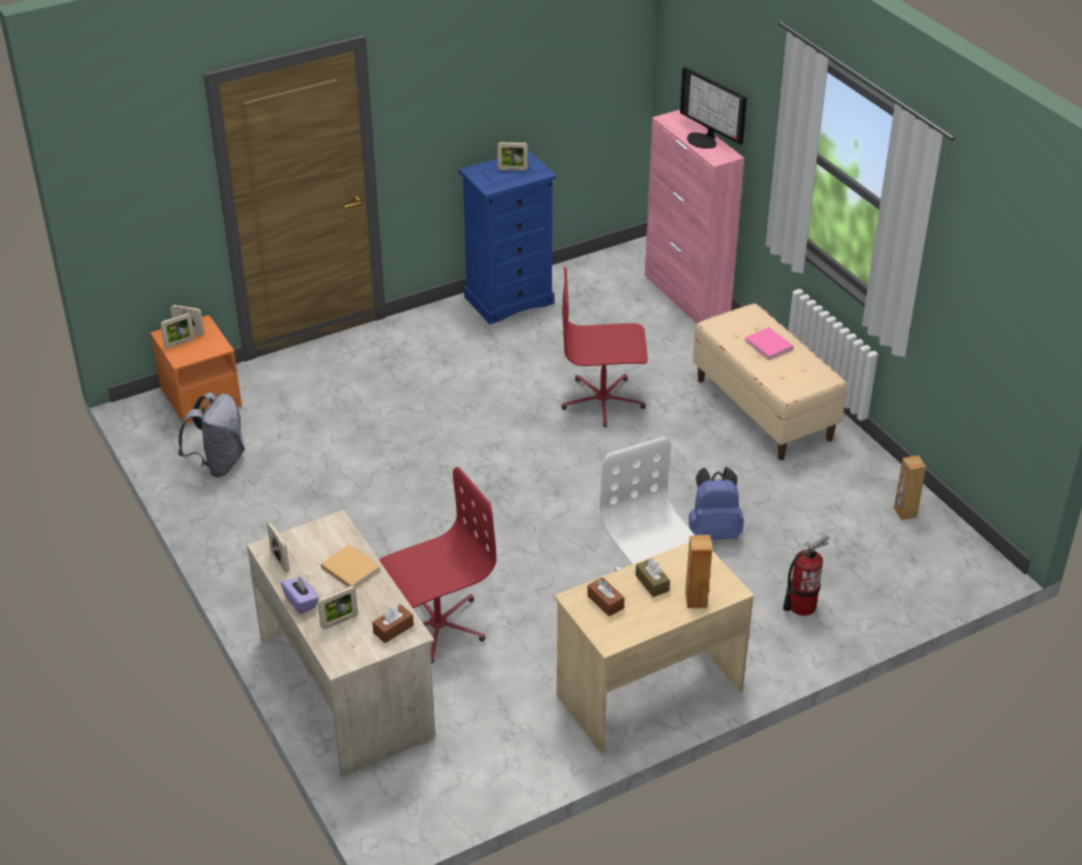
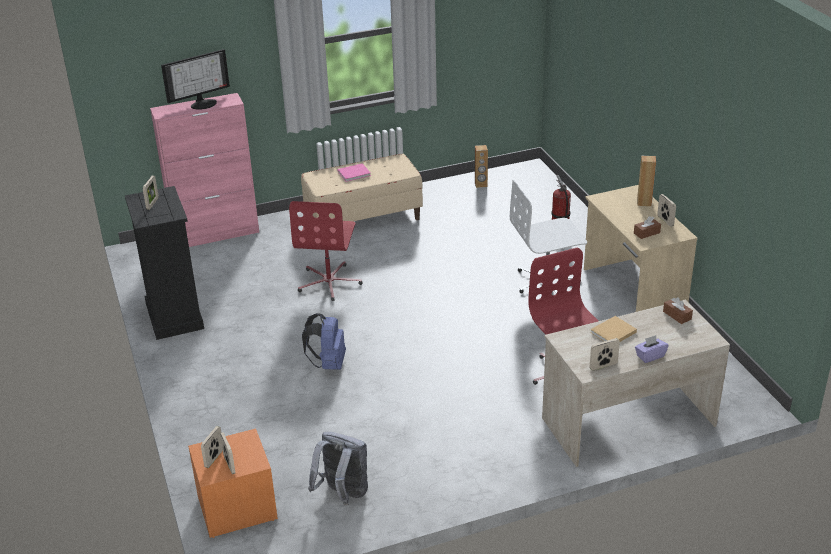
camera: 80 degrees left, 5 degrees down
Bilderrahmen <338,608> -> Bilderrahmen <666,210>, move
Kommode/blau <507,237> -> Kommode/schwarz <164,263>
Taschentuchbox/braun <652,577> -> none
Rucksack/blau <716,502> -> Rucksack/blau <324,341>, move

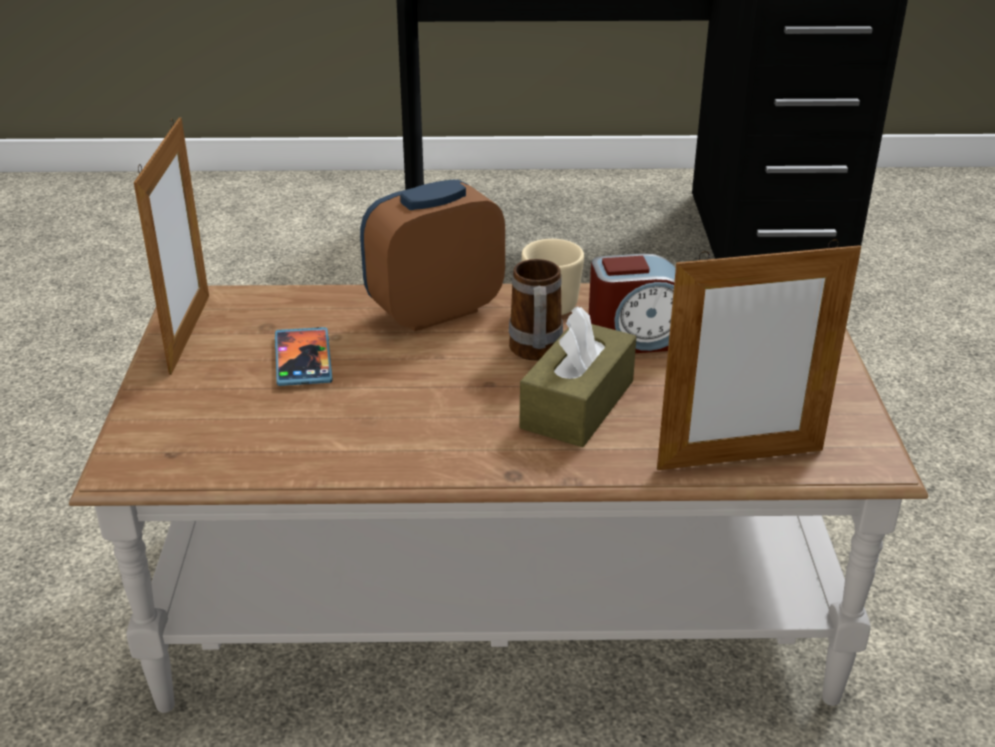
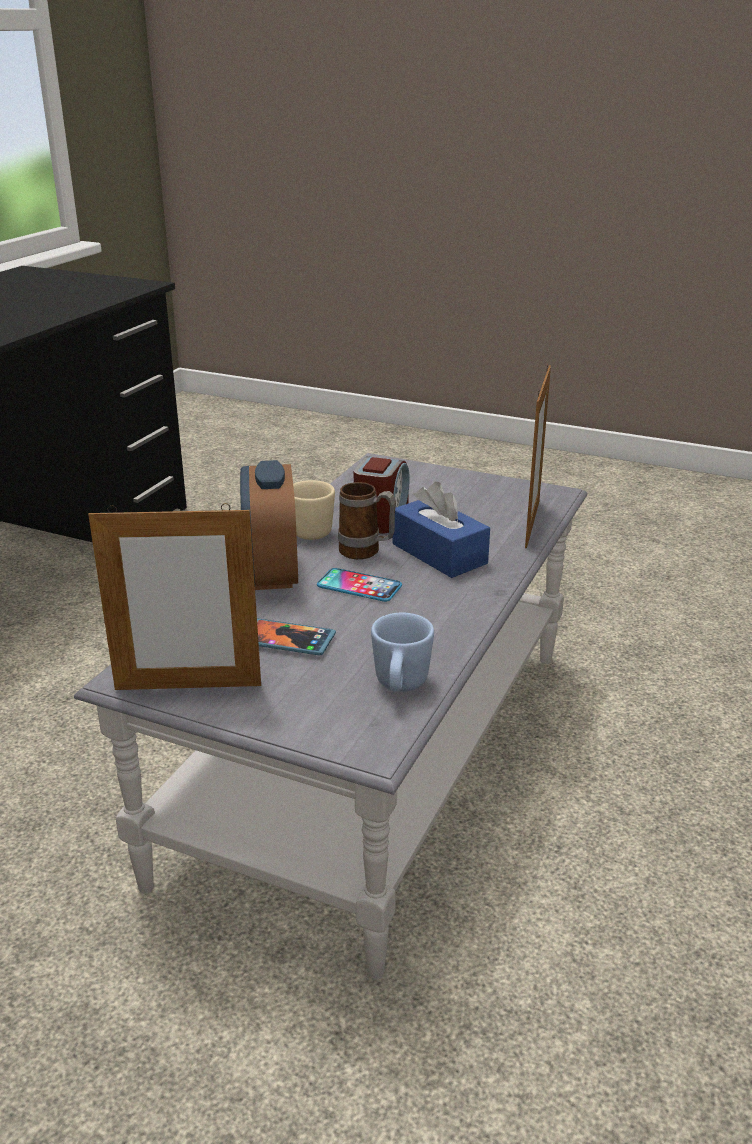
camera: 65 degrees left, 5 degrees down
Couchtisch/braun <498,498> -> Couchtisch/grau <331,716>
Bilderrahmen <171,246> -> Bilderrahmen <174,596>, 150 degrees clockwise
Taschentuchbox/braun <577,376> -> Taschentuchbox/blau <441,530>
none -> Handy <359,585>
none -> Henkelbecher/blau <402,652>

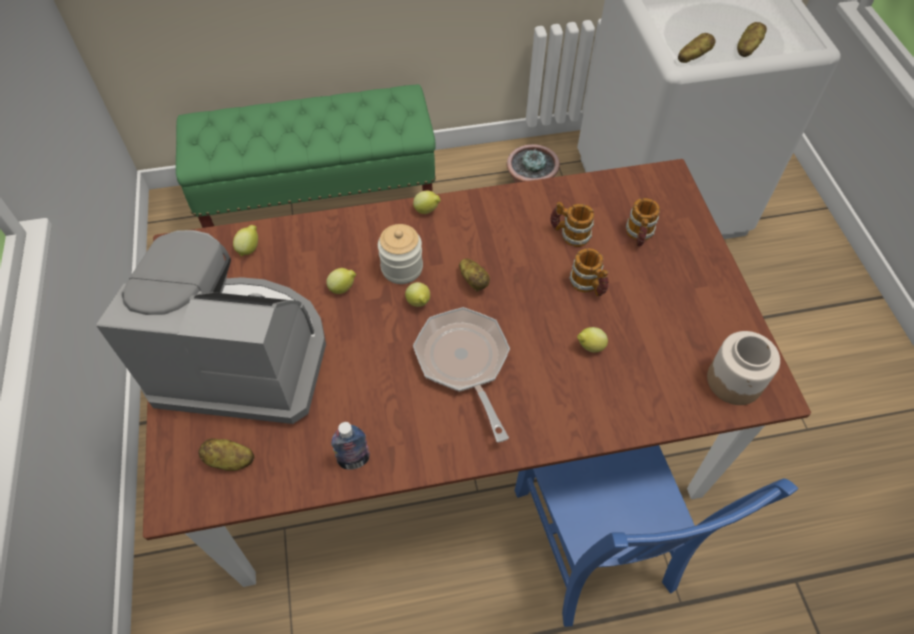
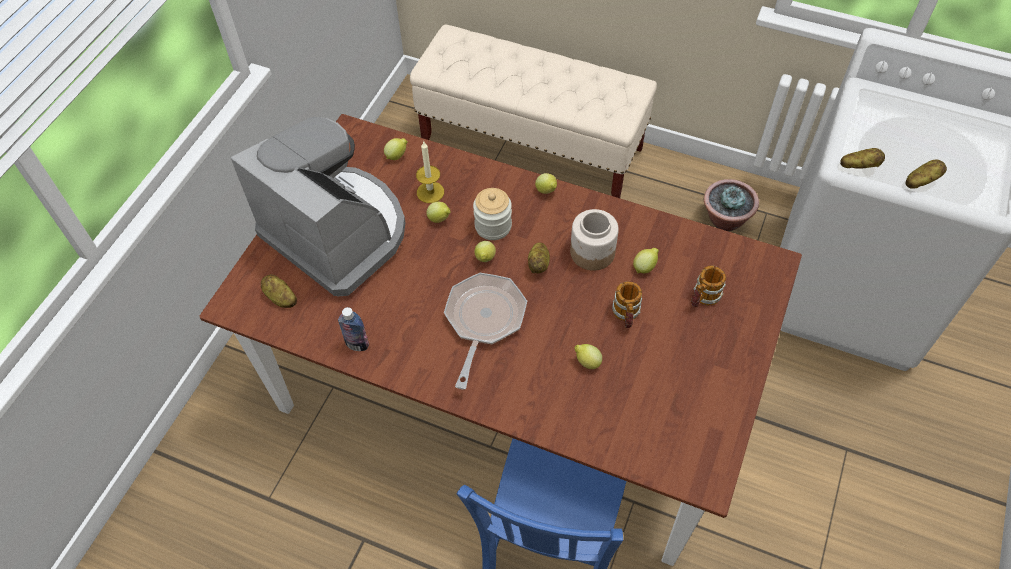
camera: 35 degrees right, 0 degrees up
Bank/grün <306,156> -> Bank/beige <533,111>
Henkelbecher <572,224> -> Zitrone <646,261>
Vorratsglas <743,368> -> Vorratsglas <594,240>, move
none -> Kerze <430,172>

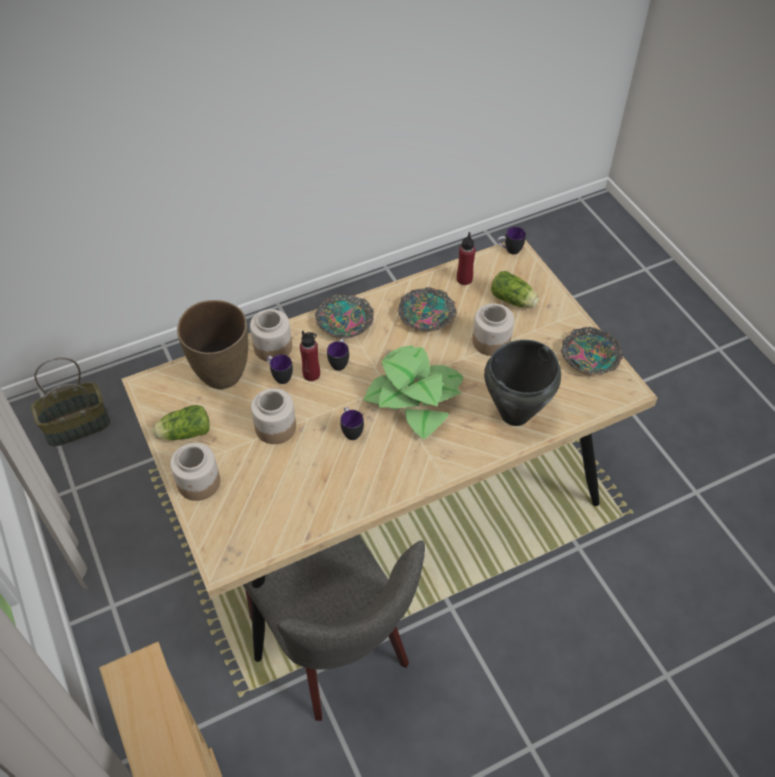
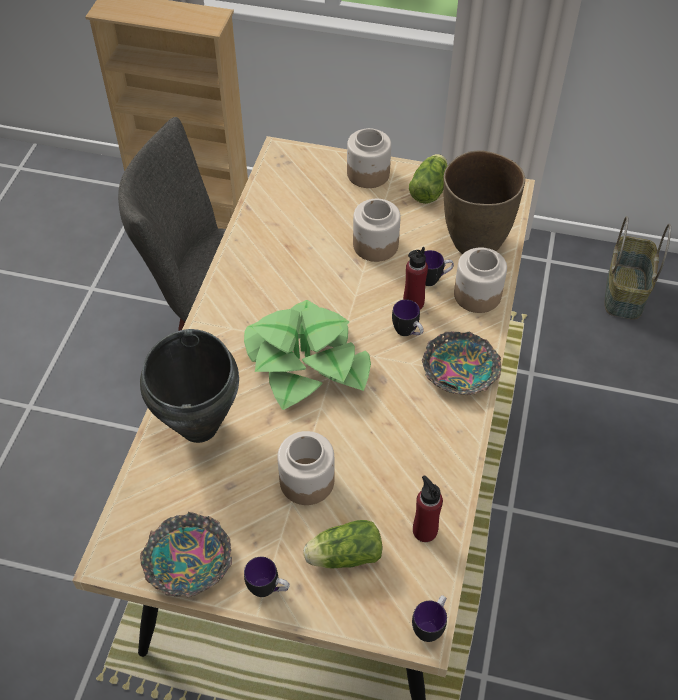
camera: 130 degrees right, 0 degrees up
Henkelbecher <352,423> -> Henkelbecher <267,577>, move
Schüssel <427,309> -> none

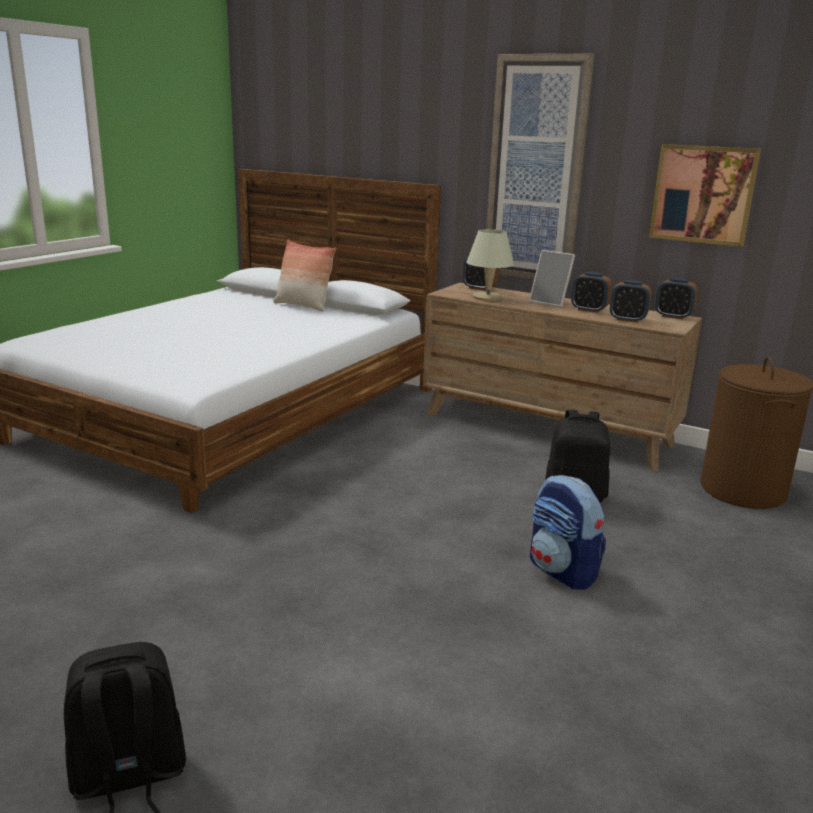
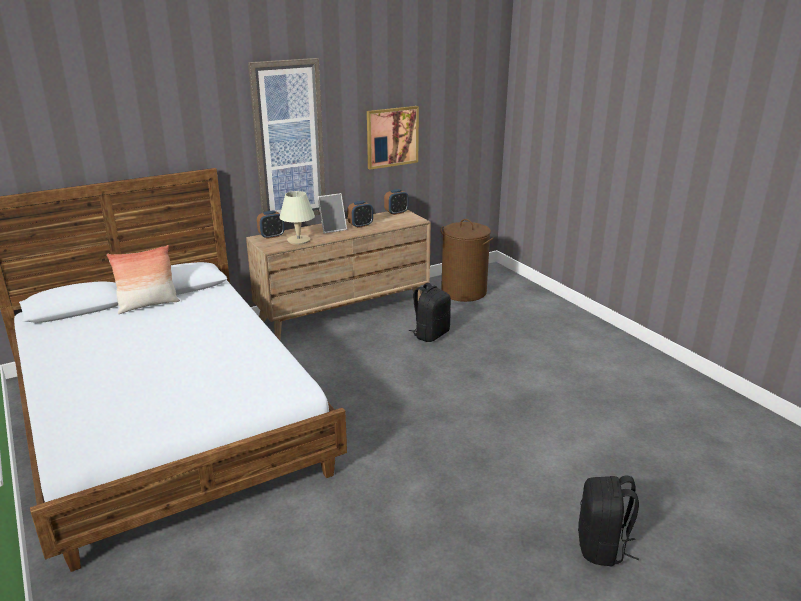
camera: 60 degrees left, 5 degrees up
Rucksack <568,532> -> none
Wecker <630,301> -> none

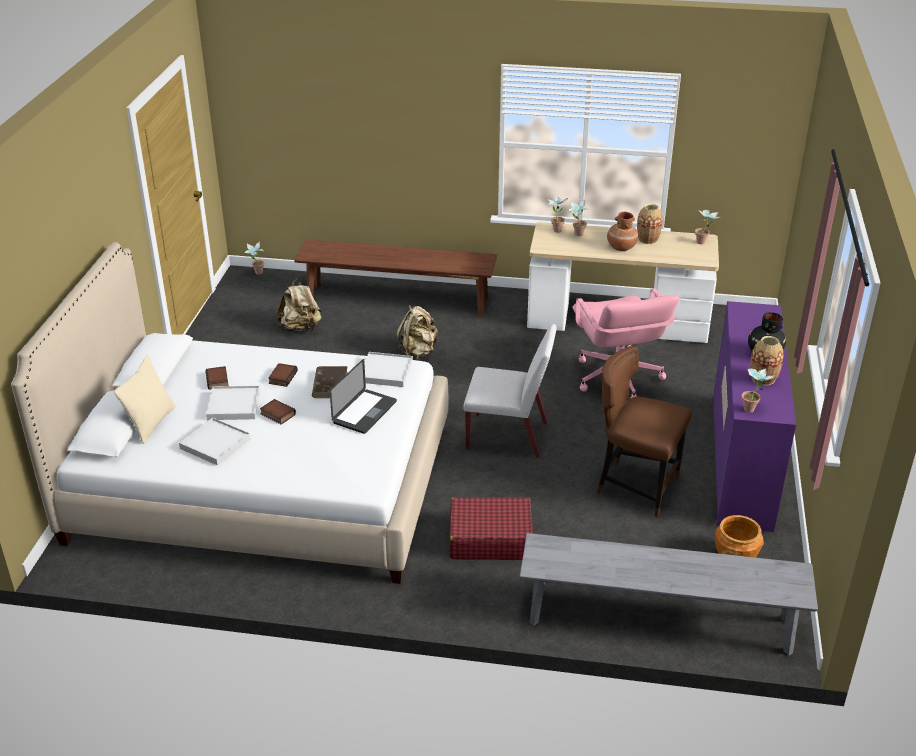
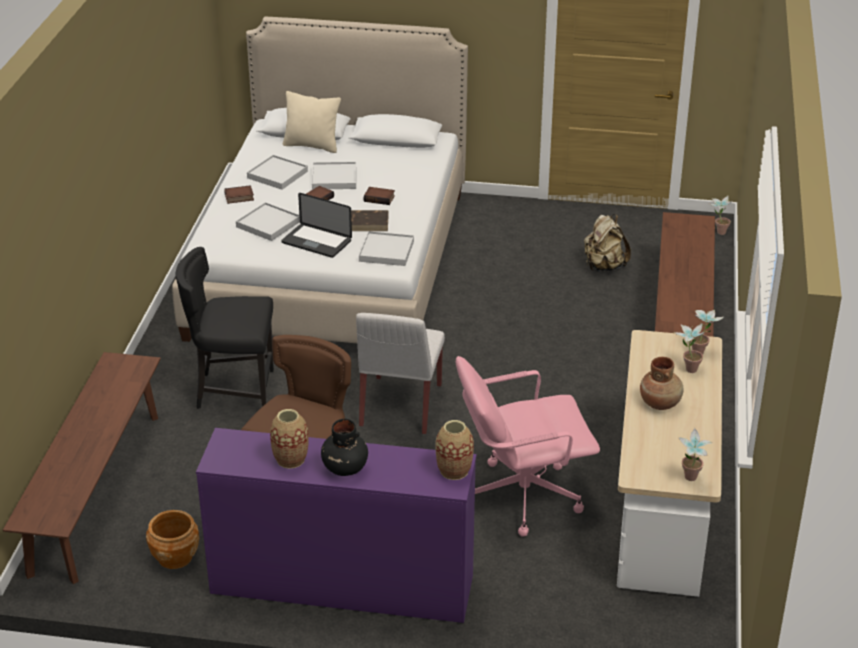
camera: 90 degrees right, 0 degrees up
Buch <217,378> -> Buch <239,194>, move
Rucksack/beige <417,332> -> none
Koffer/rot <491,528> -> Stuhl/schwarz <225,328>
Bank/grau <669,594> -> Bank/braun <82,468>
Vase <650,224> -> Vase <454,450>, move
Topfpflanze <758,390> -> none
none -> Tablett/weiß <268,221>

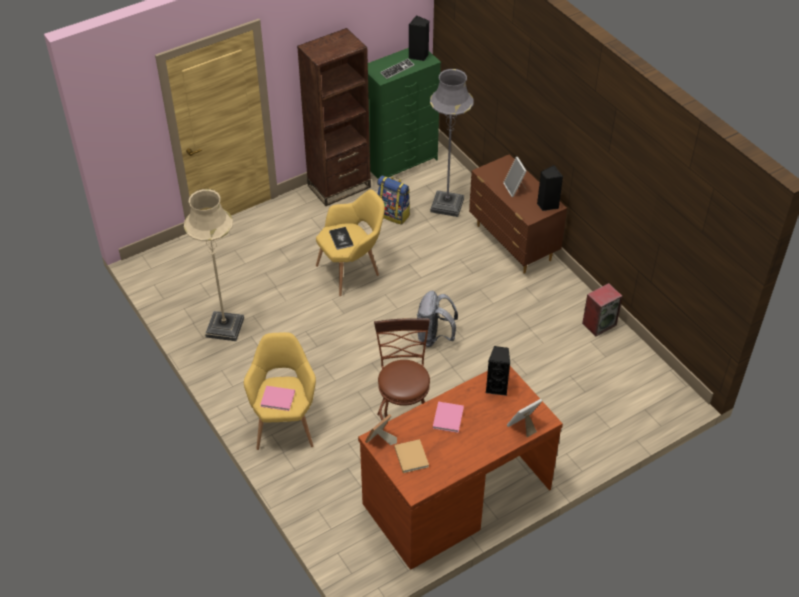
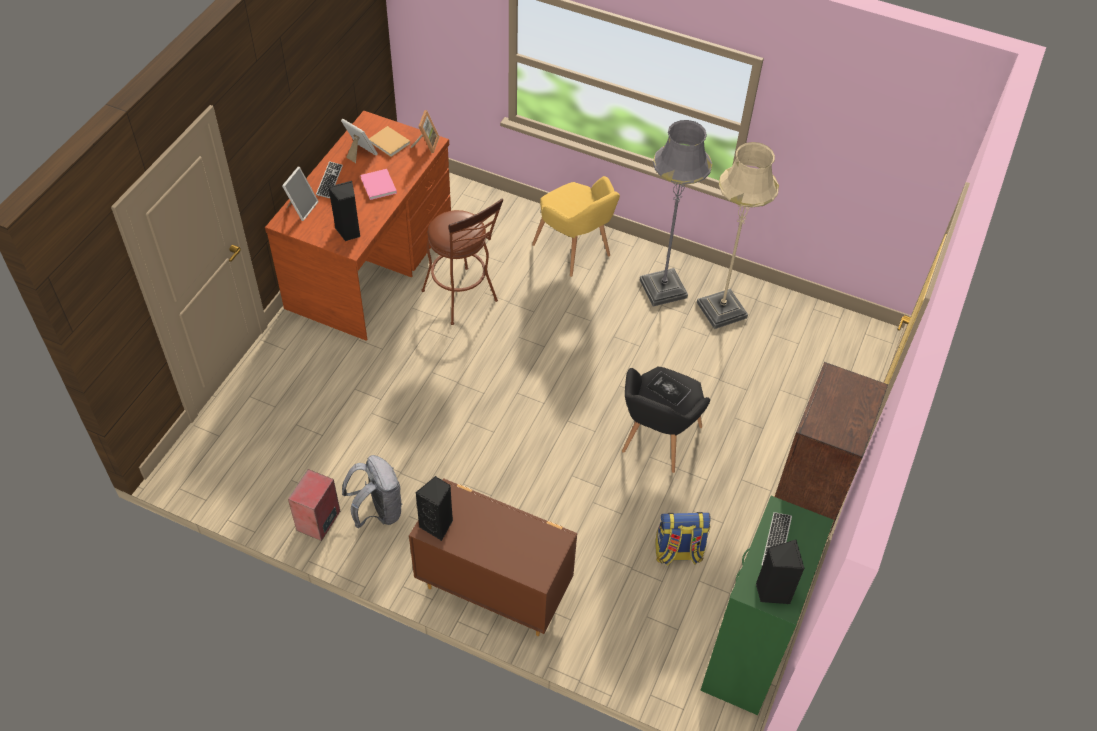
camera: 145 degrees right, 5 degrees up
Buch/rosa <277,398> -> none
Sessel/gelb <350,243> -> Sessel/schwarz <666,419>
Rucksack/grau <437,319> -> Rucksack/grau <372,491>, move
Stehlampe/grau <452,142> -> Stehlampe/grau <676,213>, move
Bilderrahmen <515,177> -> Bilderrahmen <359,141>, move
none -> Tastatur <329,179>

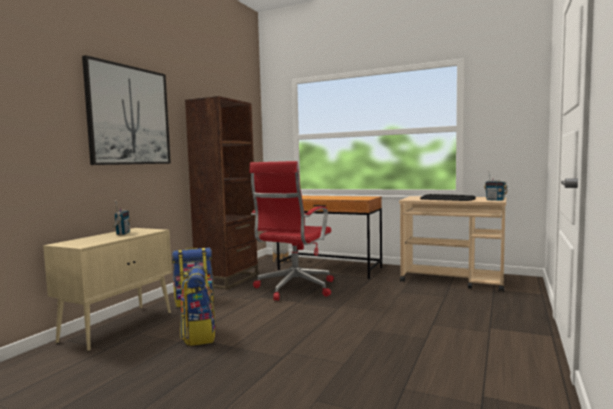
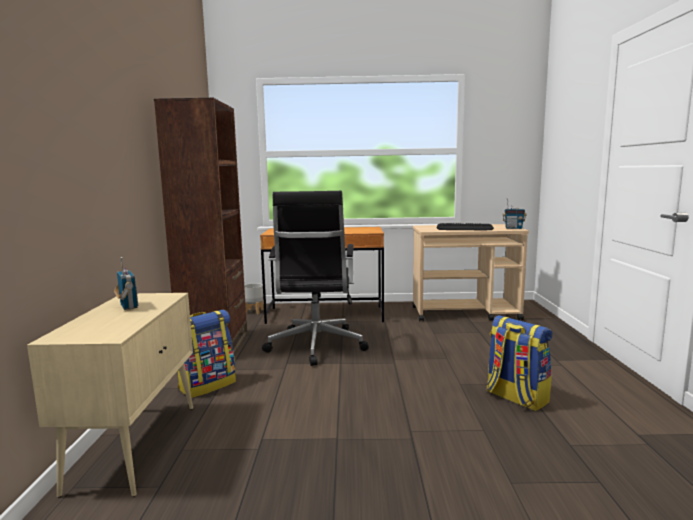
camera: 25 degrees left, 5 degrees up
Bild <126,110> -> none
Rucksack <198,305> -> Rucksack <519,363>, move
Bürostuhl/rot <291,231> -> Bürostuhl/schwarz <315,278>

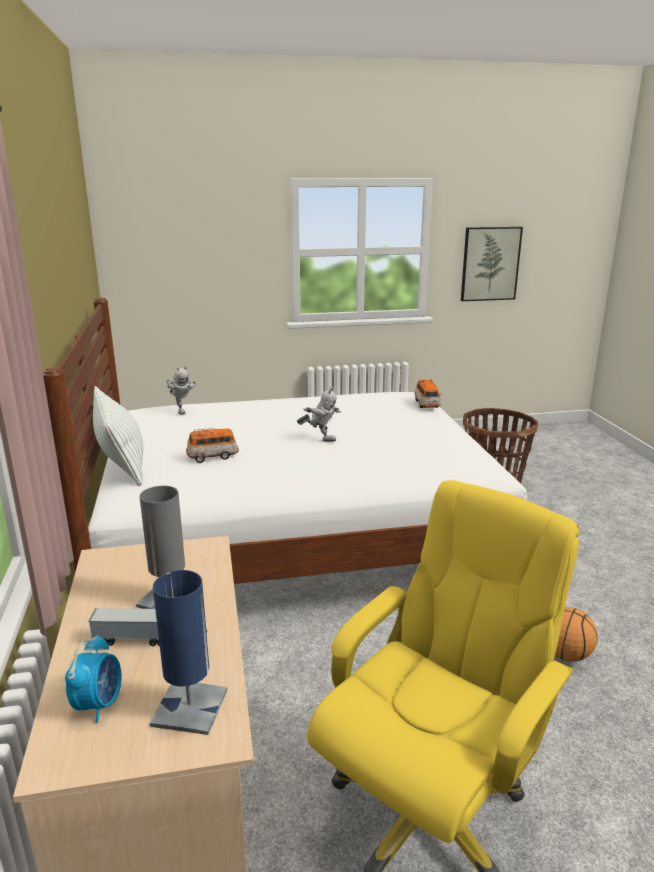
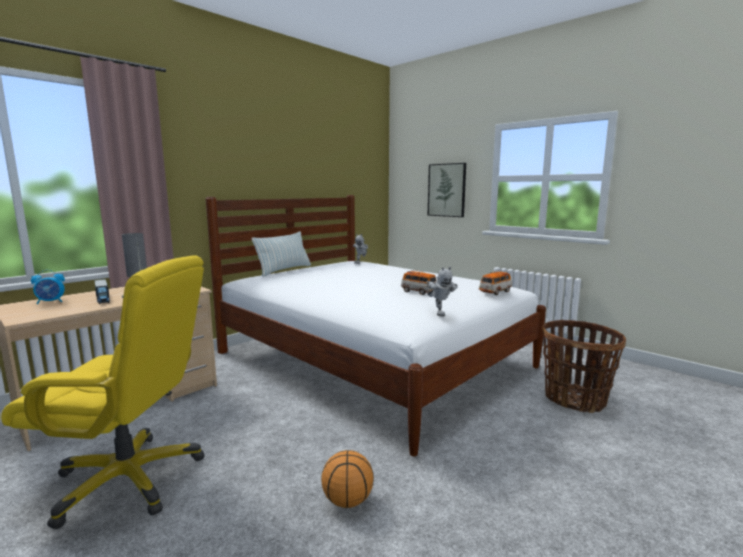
camera: 55 degrees right, 10 degrees down
Tischlampe/blau <188,652> -> none
Spielzeugauto <212,445> -> Spielzeugauto <419,282>, move
Spielzeugroboter <319,414> -> Spielzeugroboter <442,292>, move
Bild <492,264> -> Bild <447,190>, move

